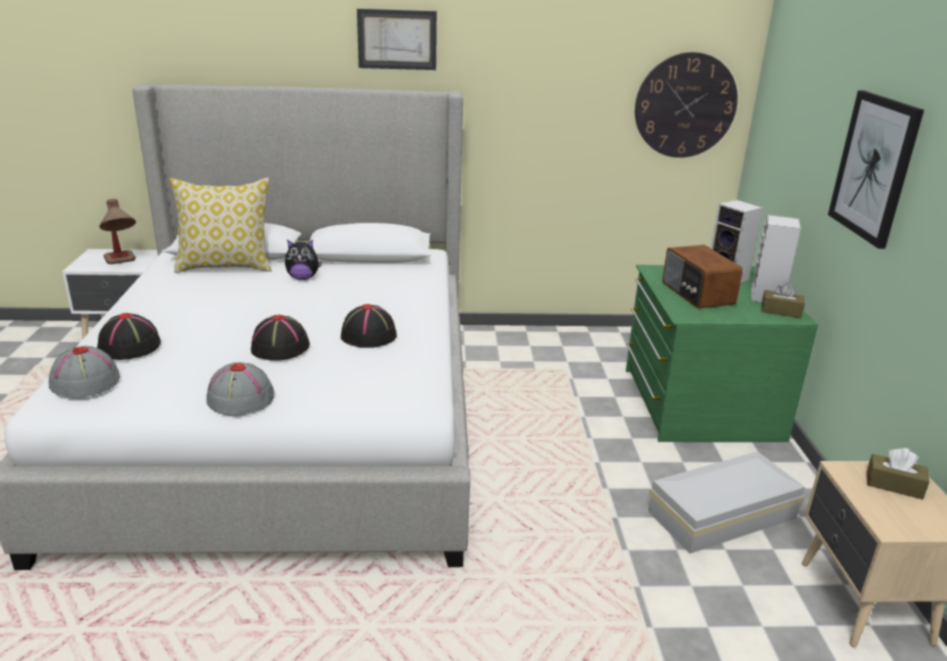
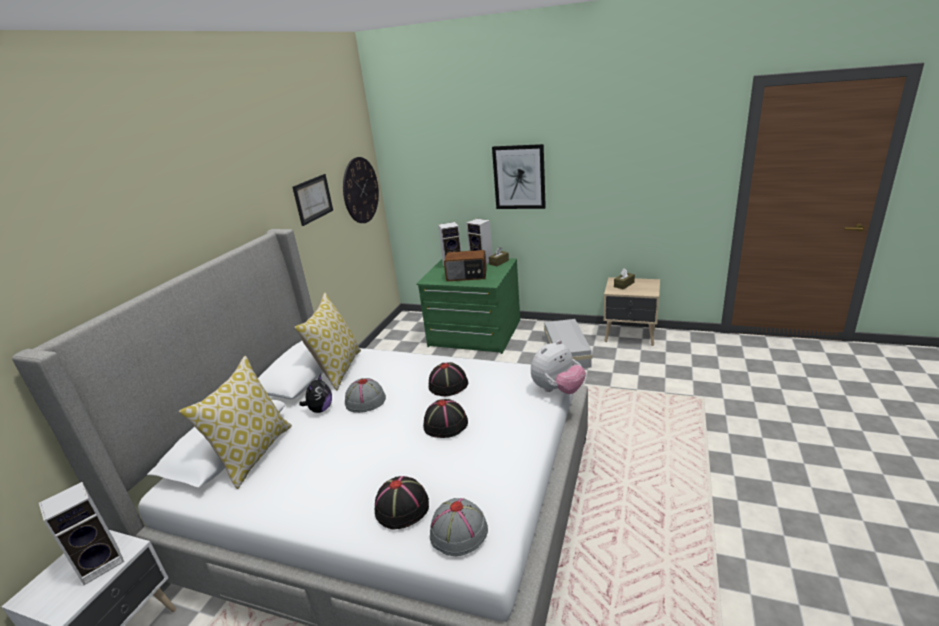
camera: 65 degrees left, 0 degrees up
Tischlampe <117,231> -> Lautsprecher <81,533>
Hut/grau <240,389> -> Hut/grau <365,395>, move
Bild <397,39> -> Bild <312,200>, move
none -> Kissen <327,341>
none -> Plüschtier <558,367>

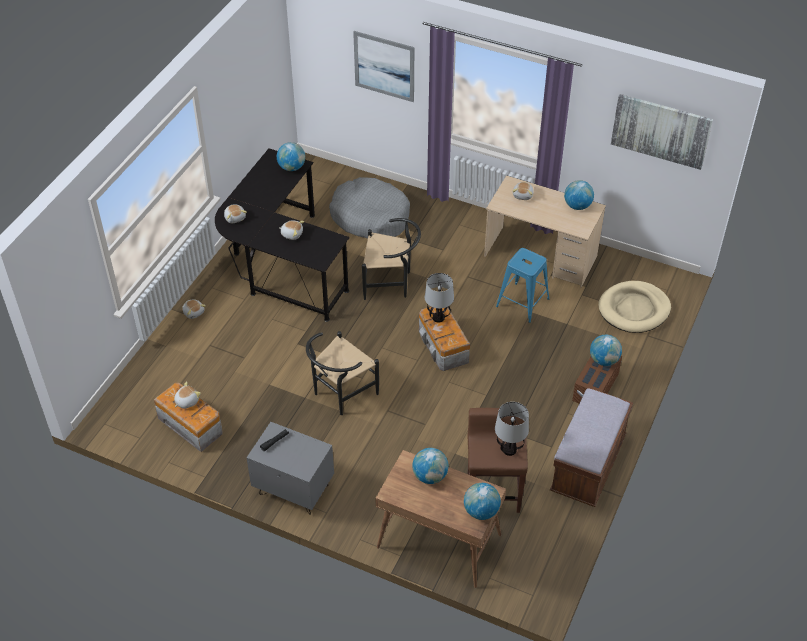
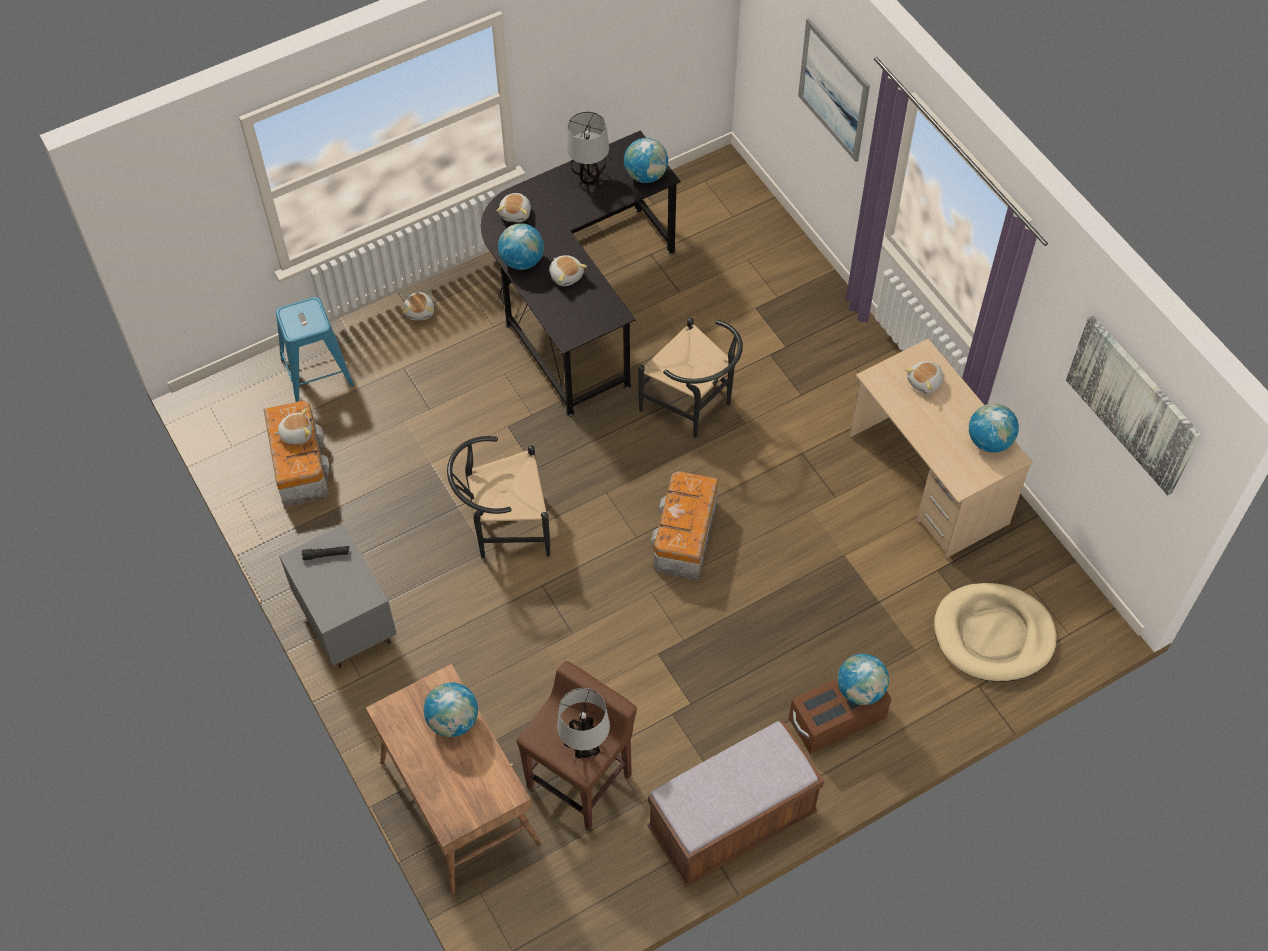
camera: 35 degrees right, 10 degrees up
Hundebett/grau <369,208> -> none
Tischlampe <439,298> -> Tischlampe <587,147>, move
Globus <482,501> -> Globus <521,246>, move
Hocker/blau <522,285> -> Hocker/blau <315,349>, move

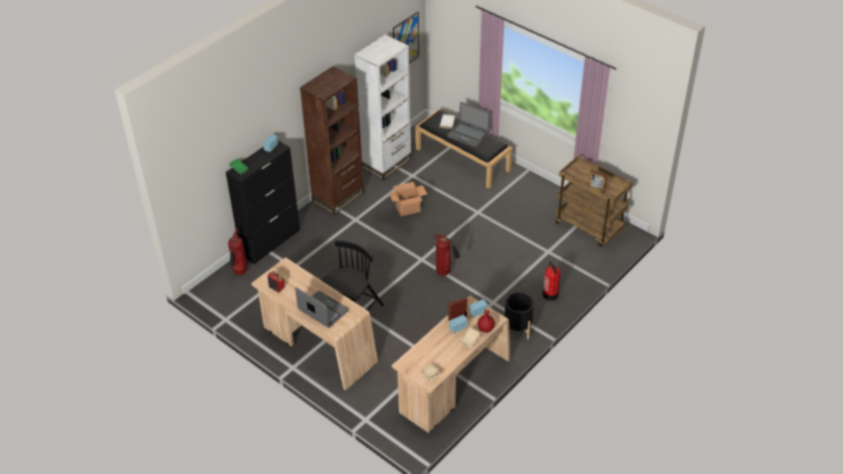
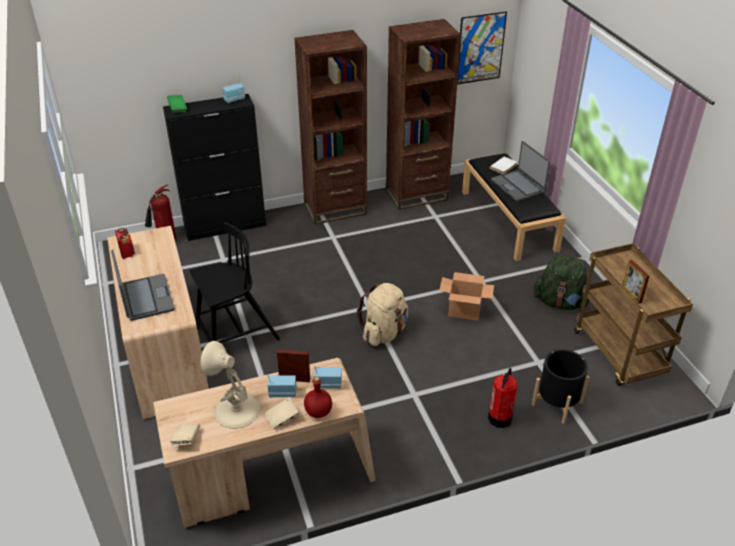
camera: 30 degrees right, 5 degrees down
Bücherregal/weiß <382,107> -> Bücherregal/braun <423,114>
Karton <408,199> -> Karton <466,296>, move
Feuerlöscher <446,255> -> Rucksack/beige <382,314>
Pflanzkübel/schwarz <519,316> -> Pflanzkübel/schwarz <561,386>, move
none -> Tischlampe/beige <230,385>
none -> Rucksack/grün <562,282>

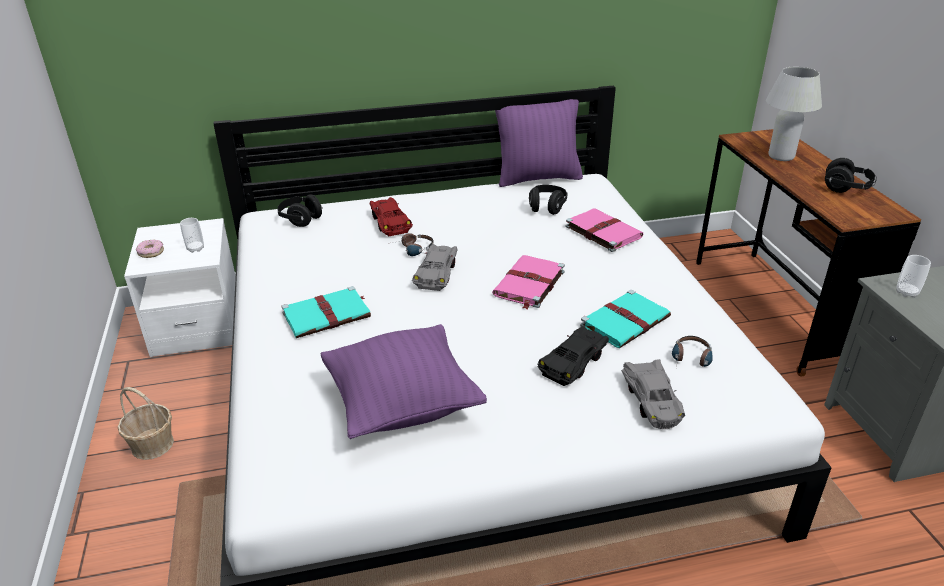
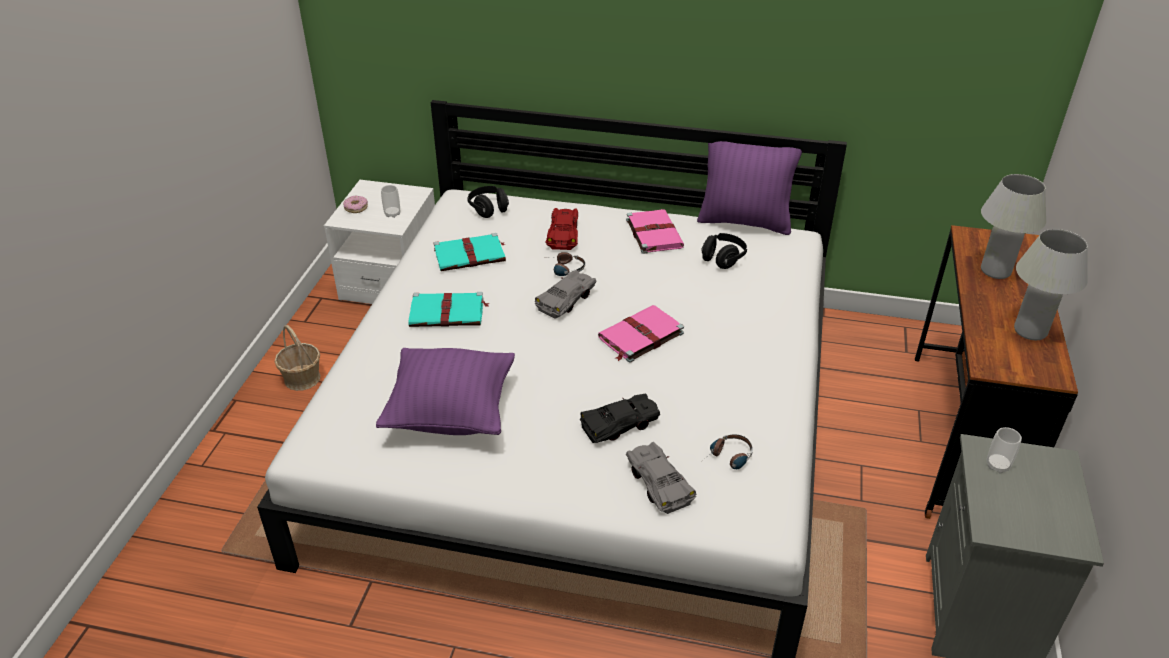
camera: 25 degrees right, 5 degrees up
Buch/rosa <604,230> -> Buch/rosa <655,231>, move
Buch/türkis <625,319> -> Buch/türkis <469,252>, move
Spielzeugauto/grau <653,394> -> Spielzeugauto/grau <661,478>, 135 degrees clockwise
Kopfhörer/schwarz <851,175> -> Tischlampe/weiß <1050,284>

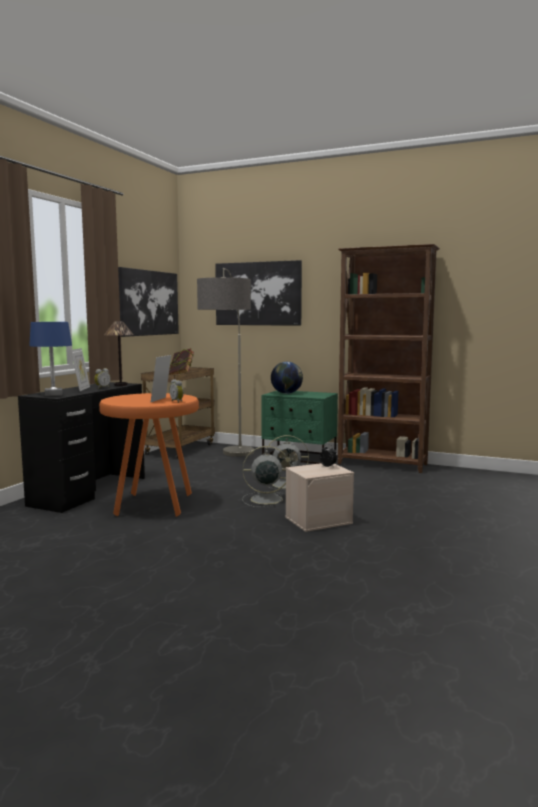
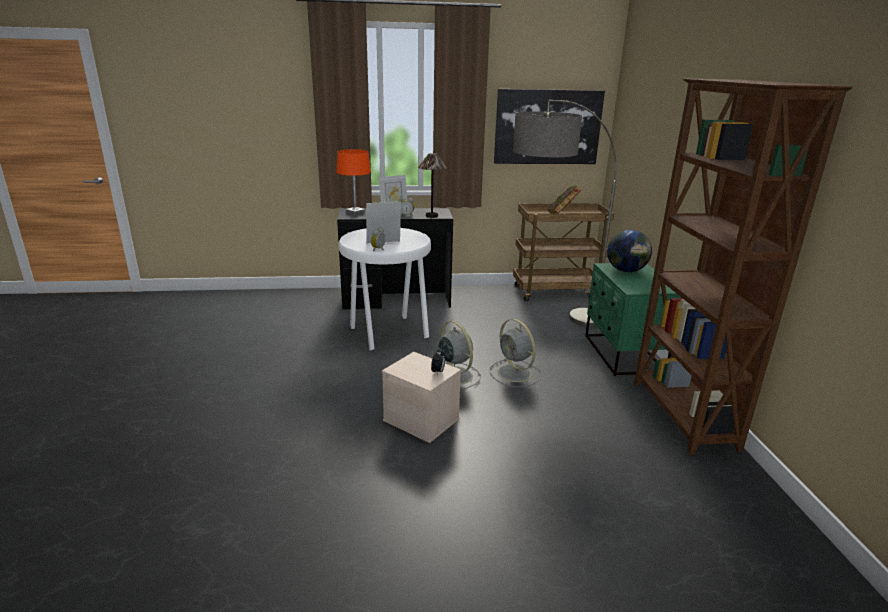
camera: 60 degrees right, 15 degrees up
Tischlampe/blau <50,359> -> Tischlampe/orange <353,182>
Hocker/orange <149,455> -> Hocker/weiß <384,289>
Bild <258,293> -> none

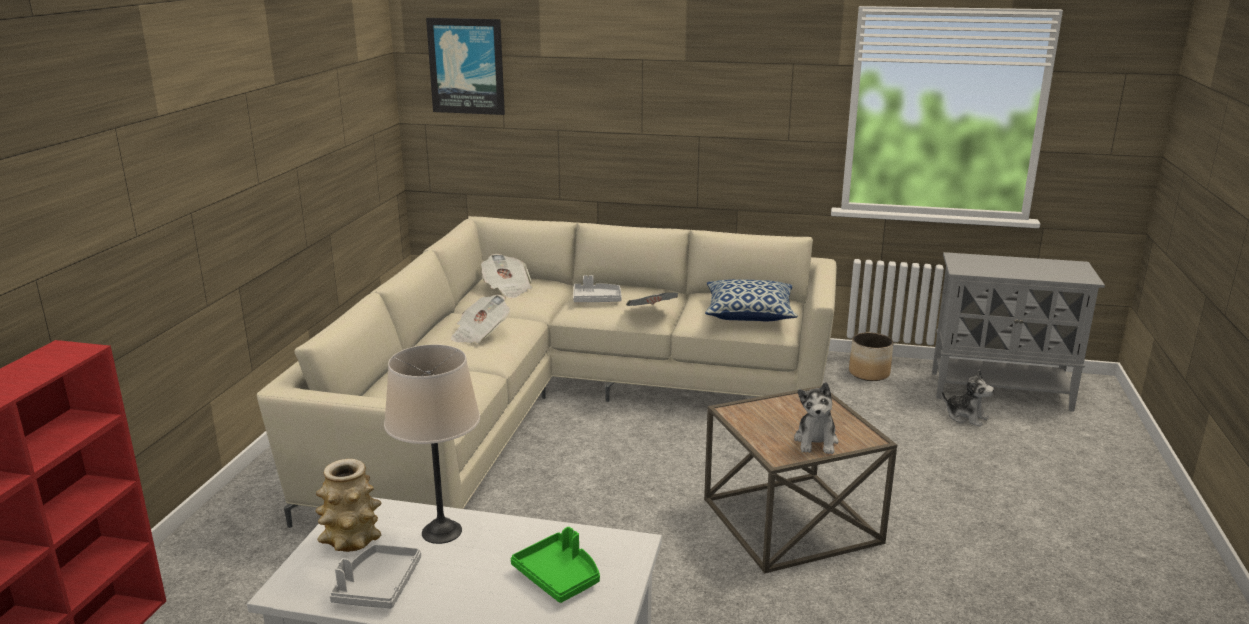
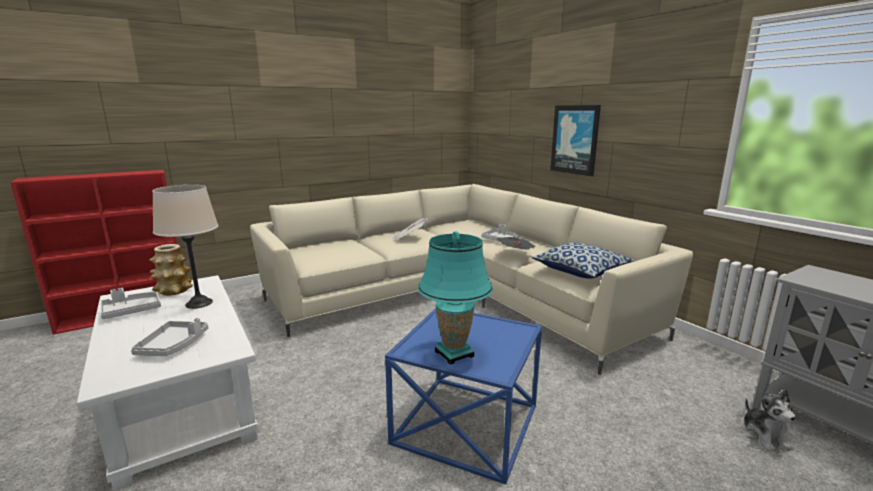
camera: 45 degrees right, 5 degrees down
Bild <465,66> -> Bild <575,140>, move
Zeitung <507,276> -> none
Tablett/grün <555,565> -> Tablett/grau <169,337>
Beistelltisch/braun <800,480> -> Beistelltisch/blau <463,396>
Plüschtier <816,418> -> Tischlampe/türkis <455,298>
Pflanzkübel <871,356> -> none

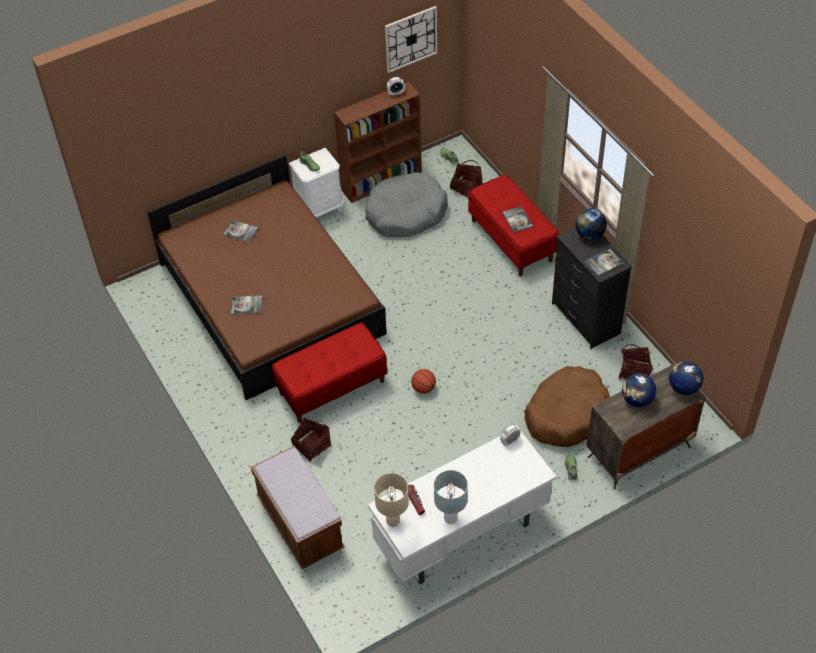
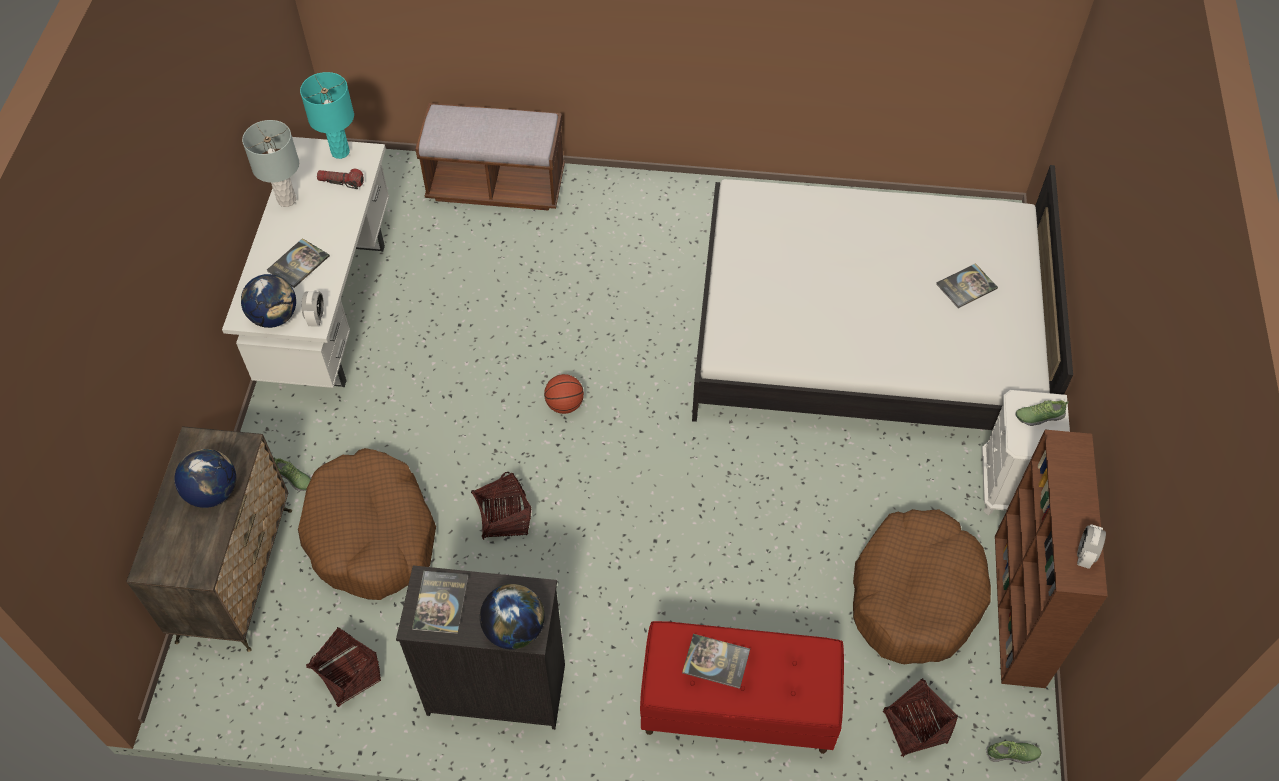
camera: 125 degrees right, 5 degrees up
Bett/braun <267,277> -> Bett/weiß <882,297>
Buch <247,305> -> Buch <298,263>, move
Bank/rot <329,372> -> none
Korb <311,439> -> Korb <501,506>, move
Hundebett/grau <406,205> -> Hundebett/braun <922,586>
Tischlampe/beige <391,500> -> Tischlampe/türkis <327,115>
Wanduhr <411,39> -> none
Globus <686,378> -> Globus <268,301>, move

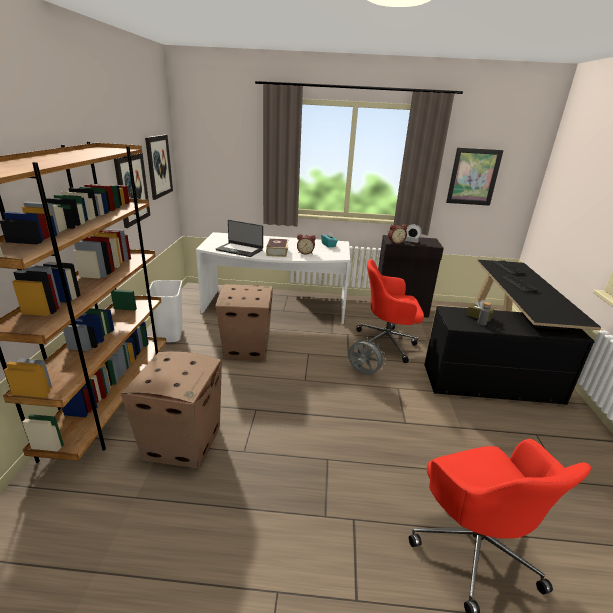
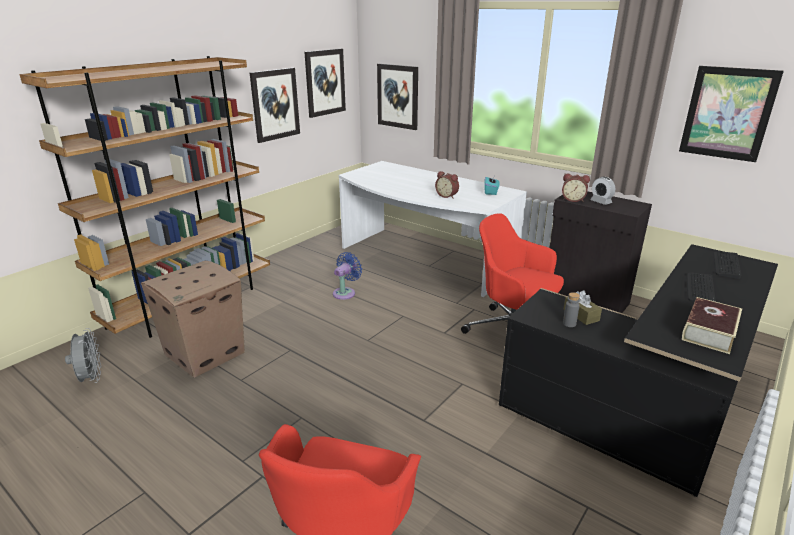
camera: 35 degrees right, 0 degrees up
Mülleimer/weiß <164,311> -> none
Karton <244,322> -> Ventilator/blau <347,276>
Laptop <239,238> -> none
Buch <277,247> -> Buch <712,325>, move
Ventilator/grau <366,356> -> Ventilator/grau <83,355>, move
none -> Bild <397,97>

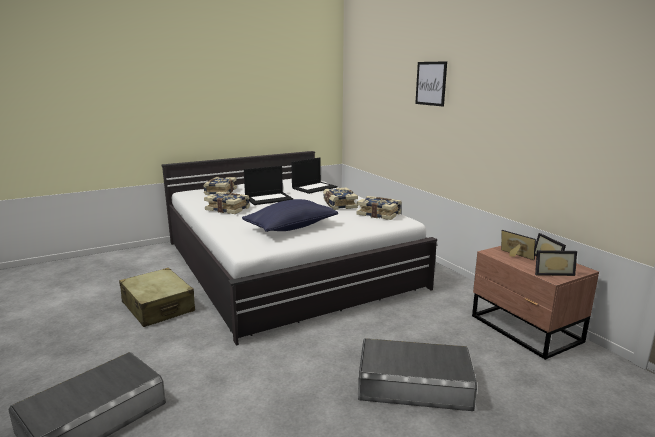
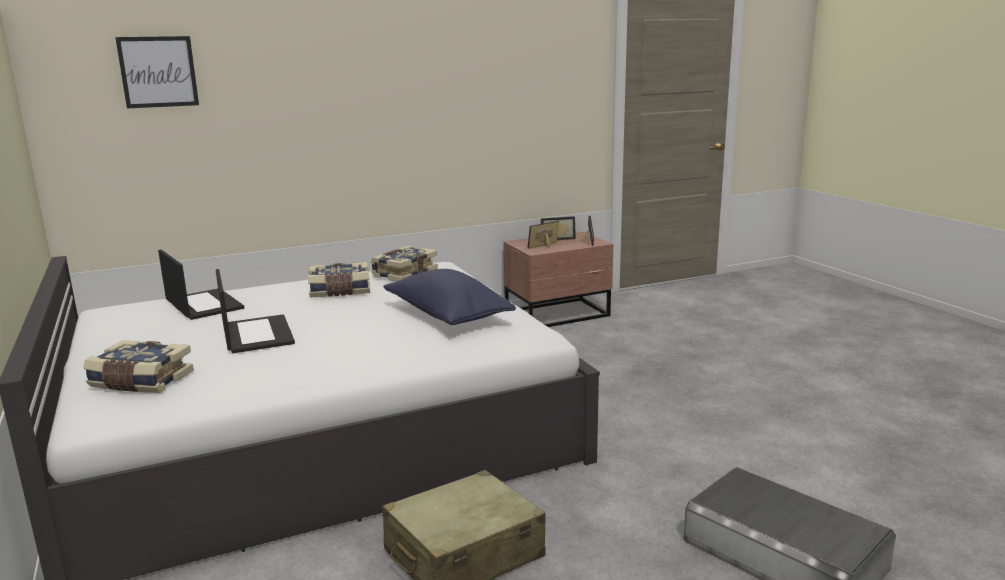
camera: 85 degrees left, 0 degrees up
Buch <227,203> -> none
Aufbewahrungsbox/grau <417,374> -> none
Bild <431,84> -> Bild <157,72>, move

